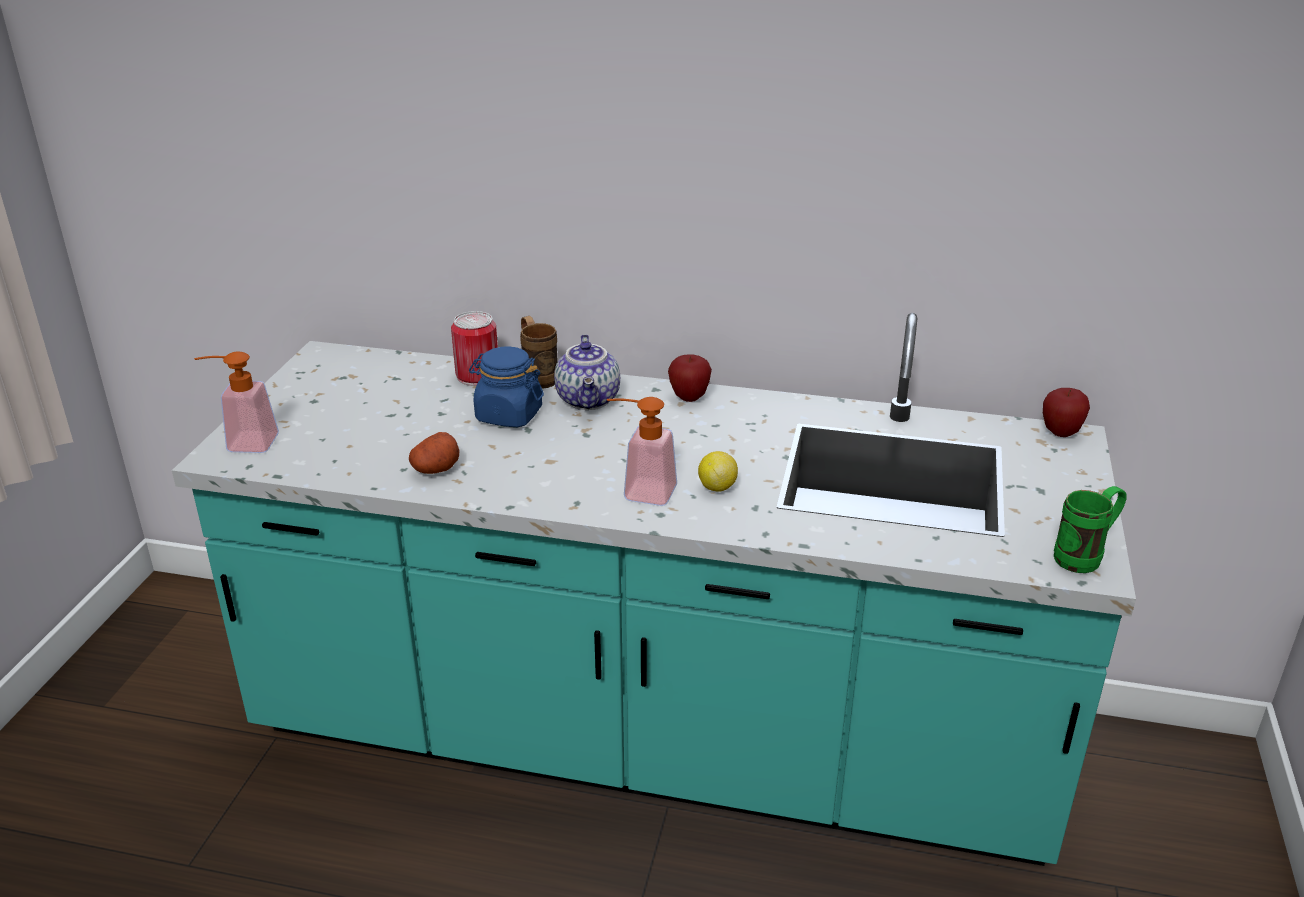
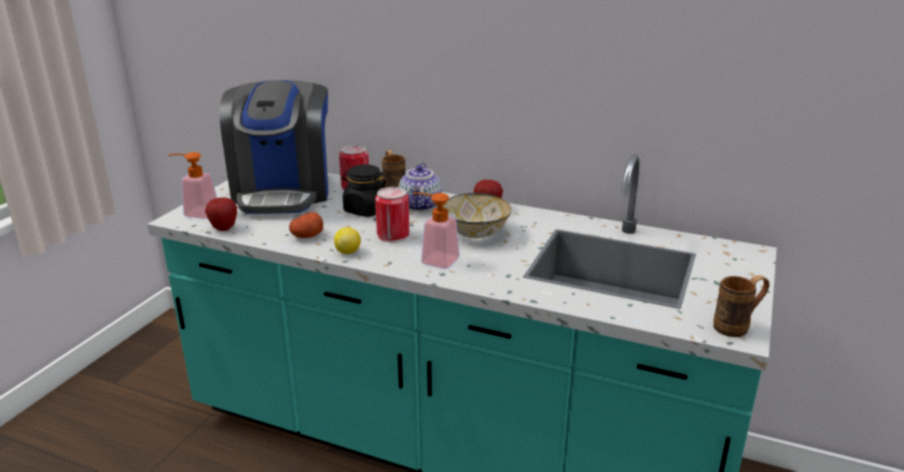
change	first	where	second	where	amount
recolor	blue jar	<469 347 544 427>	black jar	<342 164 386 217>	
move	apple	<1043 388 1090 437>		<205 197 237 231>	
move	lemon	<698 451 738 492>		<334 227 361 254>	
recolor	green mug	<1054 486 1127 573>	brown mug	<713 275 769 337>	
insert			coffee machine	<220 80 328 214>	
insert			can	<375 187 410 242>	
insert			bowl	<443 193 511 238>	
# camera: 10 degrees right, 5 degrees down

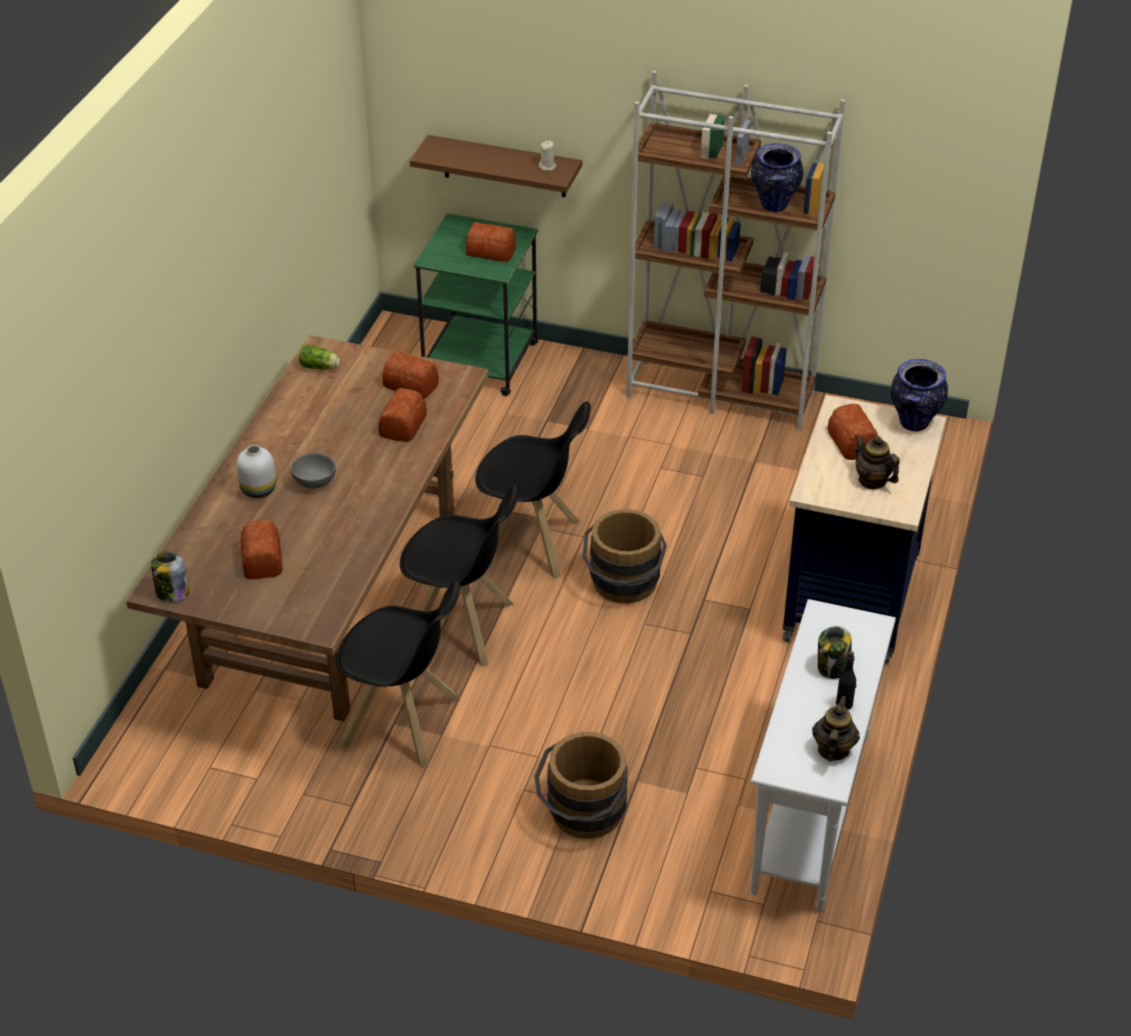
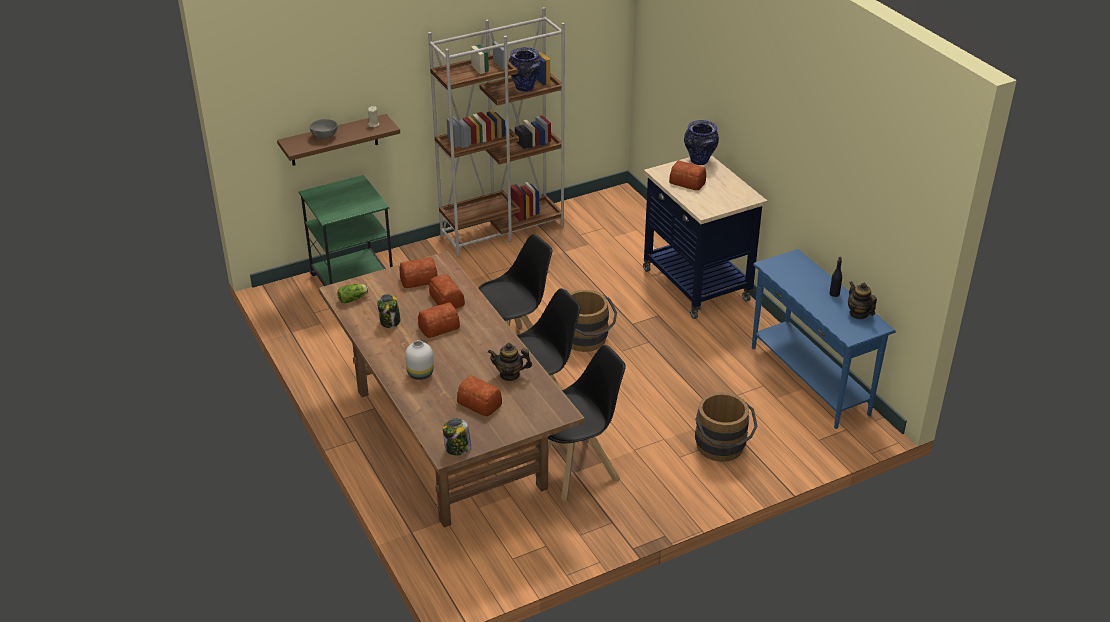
change	first	where	second	where	amount
move	bread	<466 222 516 262>		<418 302 460 338>	
move	teapot	<854 435 900 489>		<488 343 532 381>	
move	grey bowl	<290 453 336 489>		<309 119 338 138>	
recolor	white console table	<751 599 896 911>	blue console table	<752 249 896 429>	
move	jar	<818 626 852 679>		<377 294 400 328>	
# camera: 45 degrees left, 5 degrees down

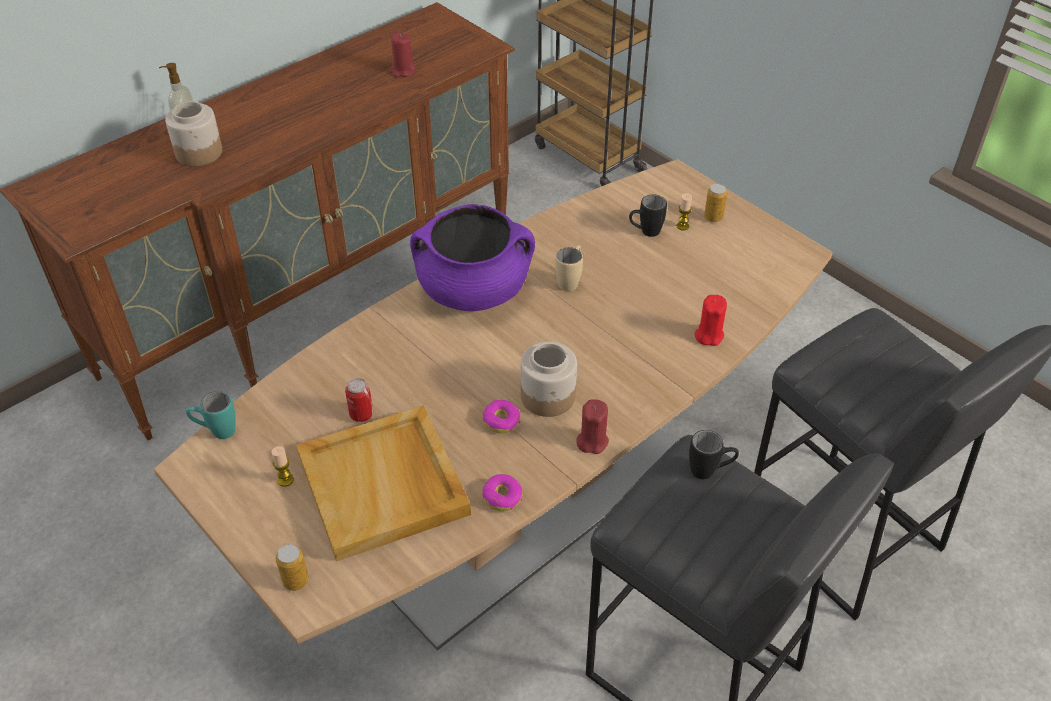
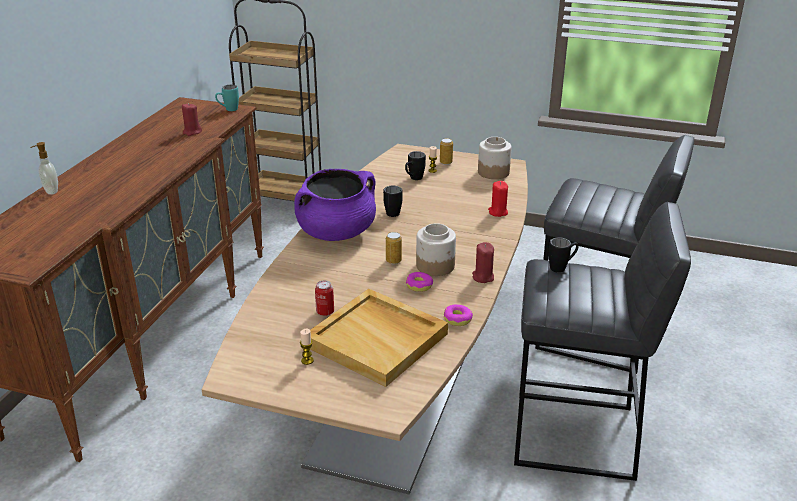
change	first	where	second	where	amount
move	jar	<165 101 222 166>		<478 137 512 179>	
recolor	beige mug	<555 245 583 291>	black mug	<383 185 403 217>	
move	turquoise mug	<186 391 236 439>		<215 85 239 111>	
move	can	<276 544 309 591>		<386 232 402 264>	
# camera: 30 degrees left, 15 degrees down

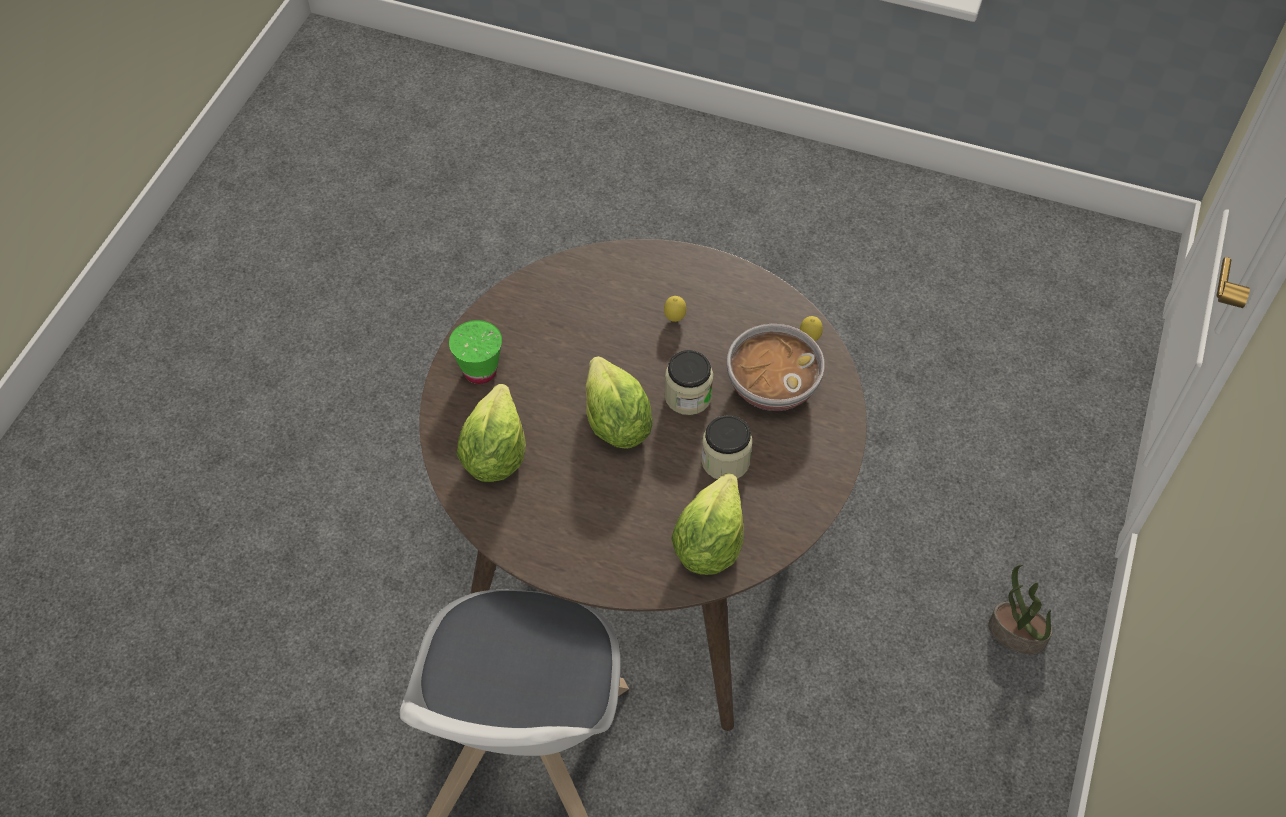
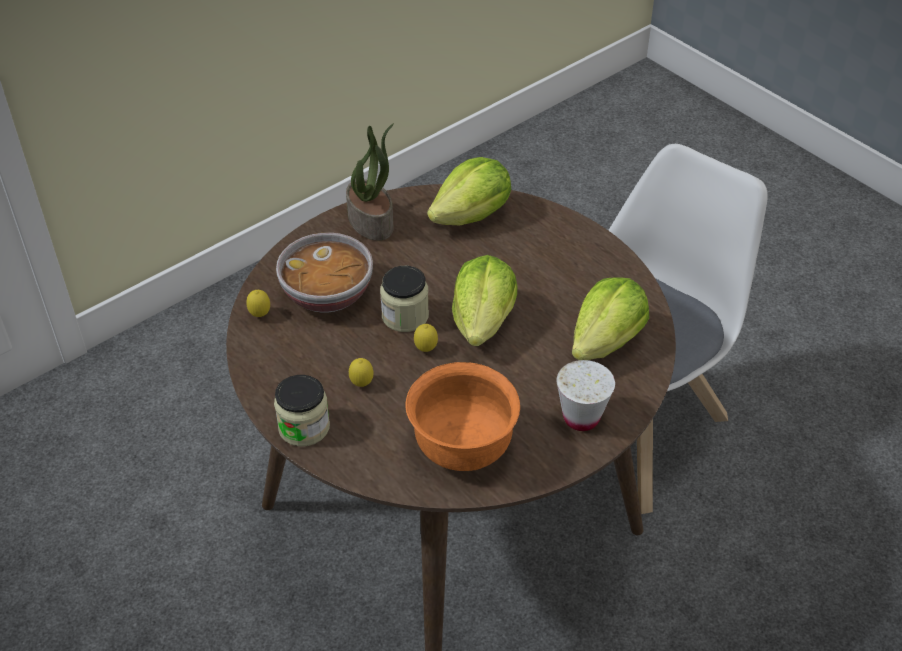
change	first	where	second	where	amount
recolor	green cup	<449 320 502 384>	white cup	<557 360 615 431>	
move	jar	<701 415 752 479>		<274 375 330 446>	
move	potted plant	<988 565 1052 654>		<346 123 394 241>	
insert			lemon	<414 324 438 352>	
insert			orange bowl	<406 362 520 471>	
# camera: 150 degrees left, 10 degrees down

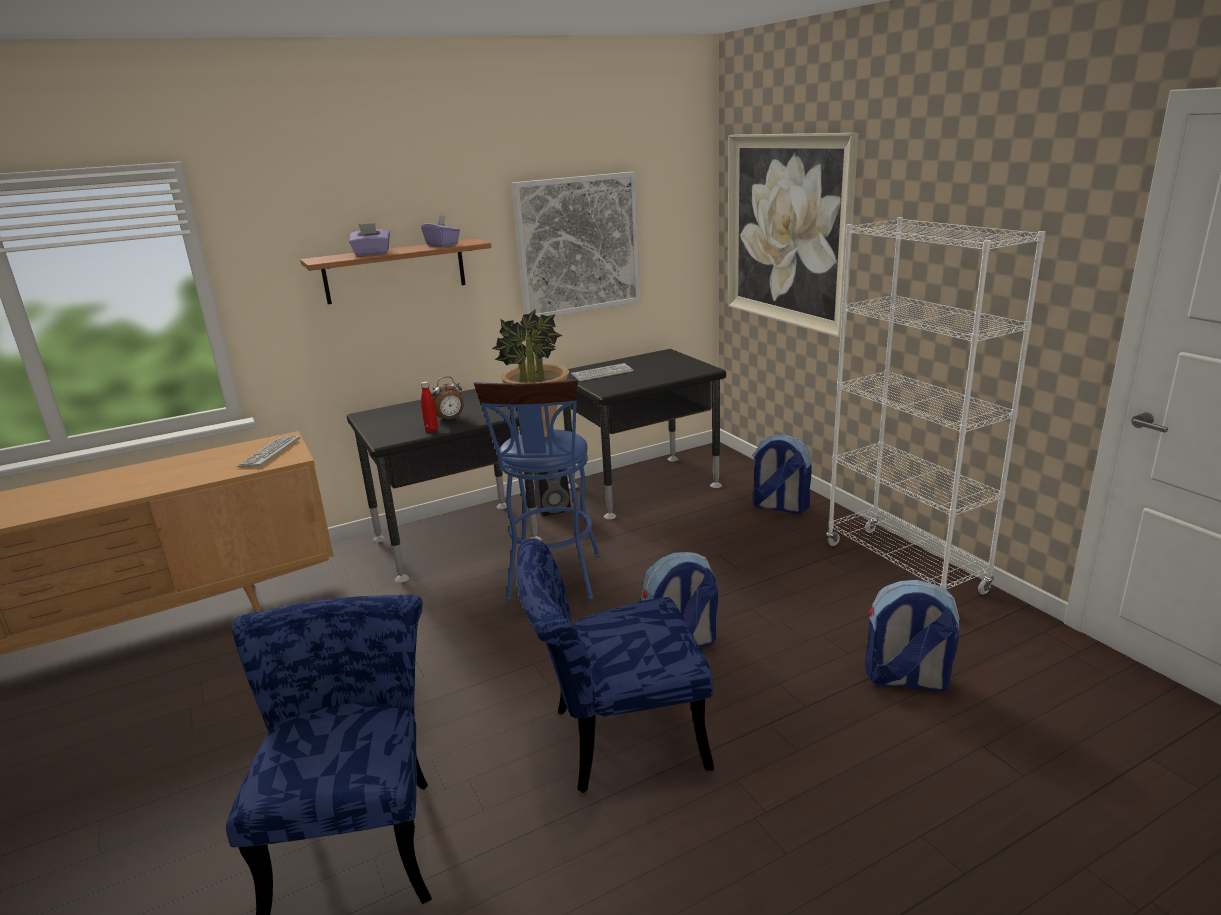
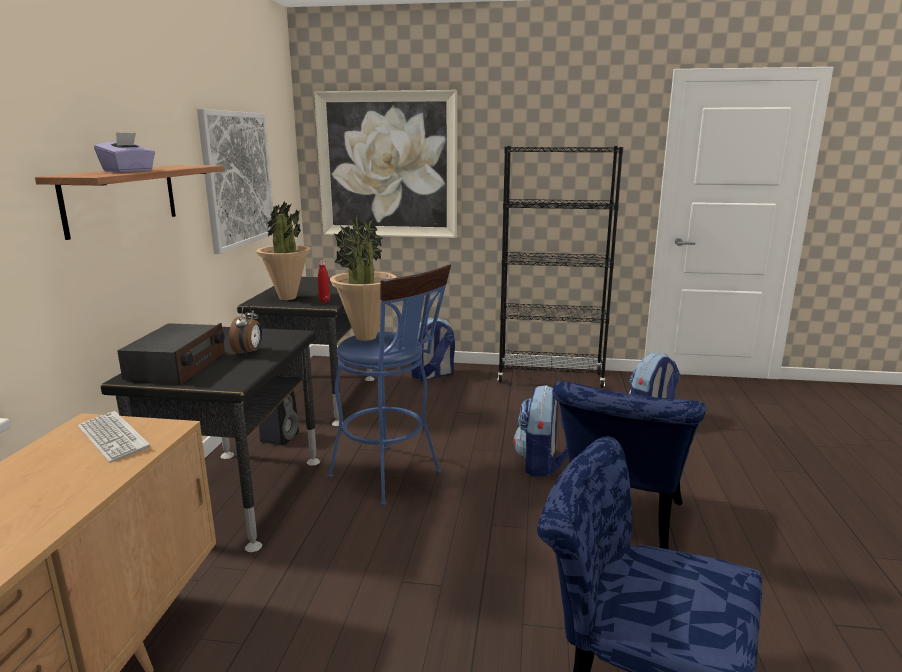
change	first	where	second	where	amount
delete	purple tissue box	<421 215 460 247>			
recolor	white bookcase	<827 217 1046 595>	black bookcase	<498 146 623 388>	
replace	keyboard	<571 363 634 381>	potted plant	<256 201 311 300>	
move	red bottle	<421 381 438 432>		<318 260 330 302>	
insert			radio	<117 323 225 385>	
# camera: 55 degrees left, 5 degrees down

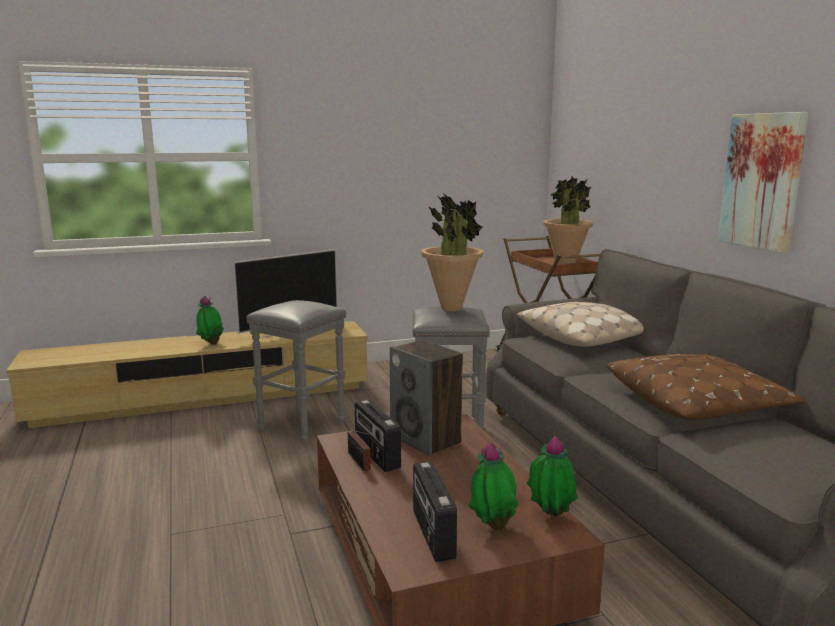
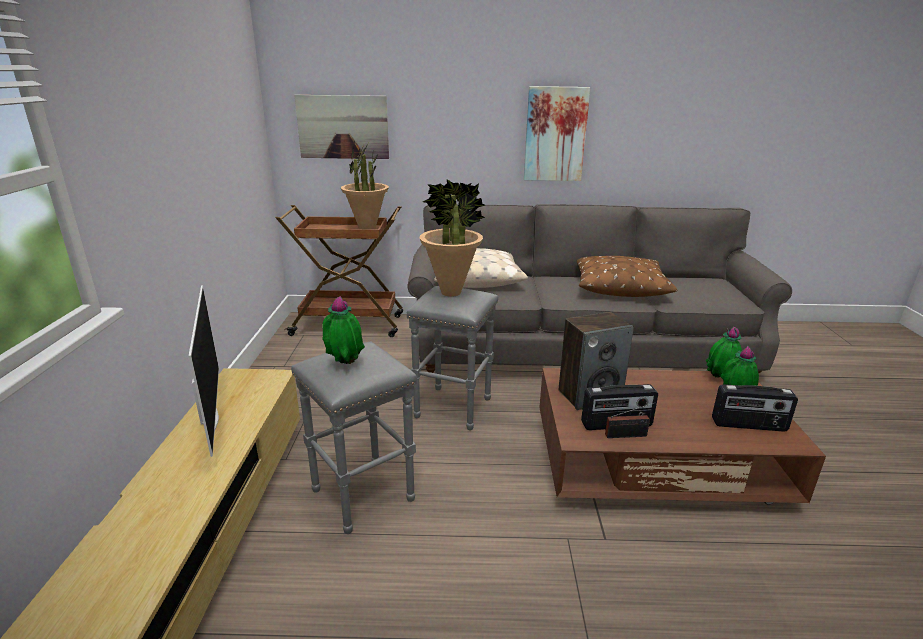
change	first	where	second	where	amount
move	potted plant	<196 296 224 345>		<322 296 365 364>	
insert			picture	<294 95 389 159>	
# camera: 70 degrees left, 10 degrees up

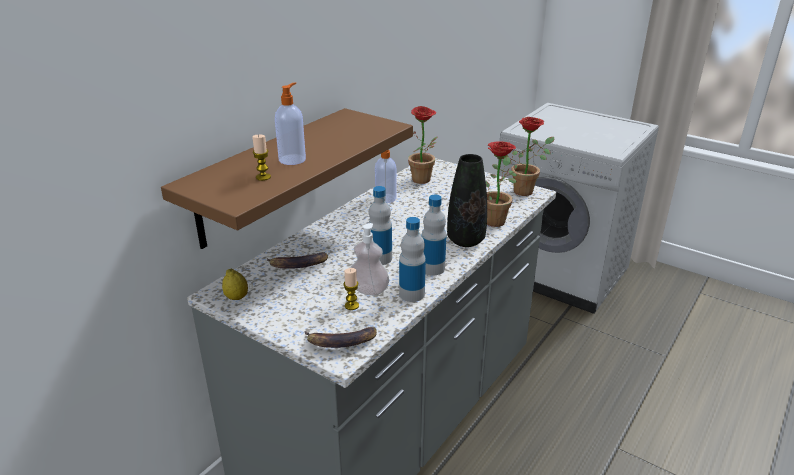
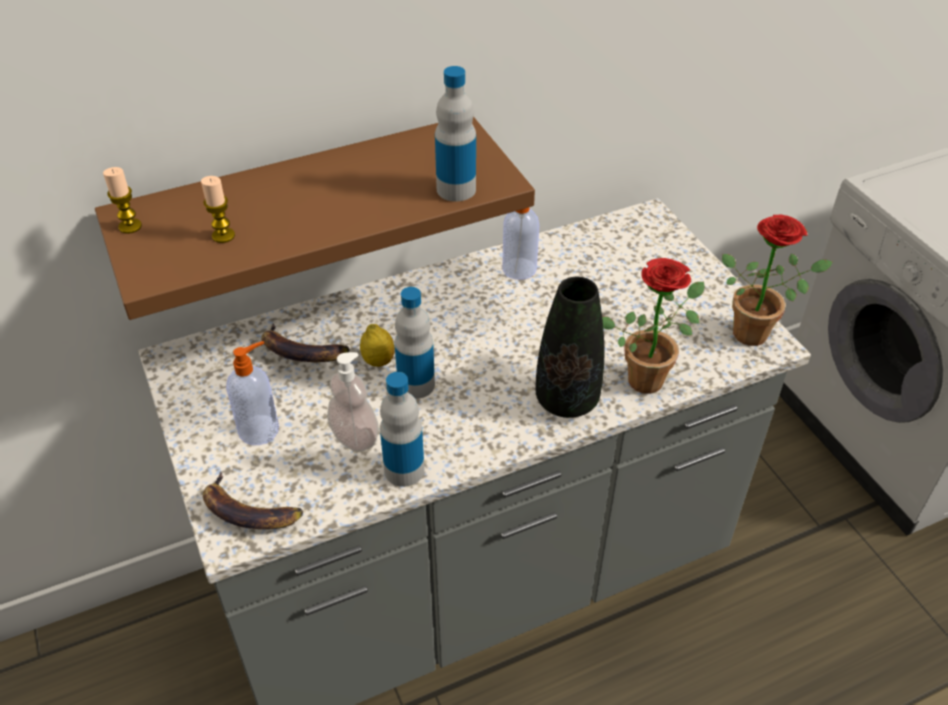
change	first	where	second	where	amount
move	soap dispenser	<275 82 306 165>		<226 341 279 445>	
delete	potted plant	<408 106 437 184>			
move	bottle	<422 195 447 275>		<435 66 476 202>	
move	candle	<343 268 359 310>		<103 167 142 234>	
move	lemon	<222 269 248 300>		<360 324 395 367>	
# camera: 30 degrees right, 15 degrees up

